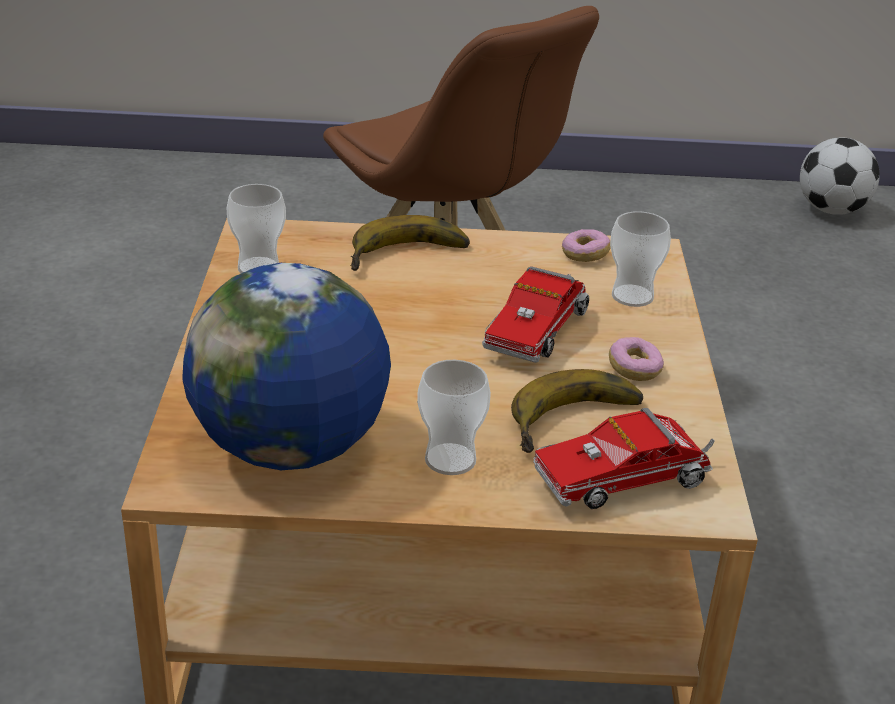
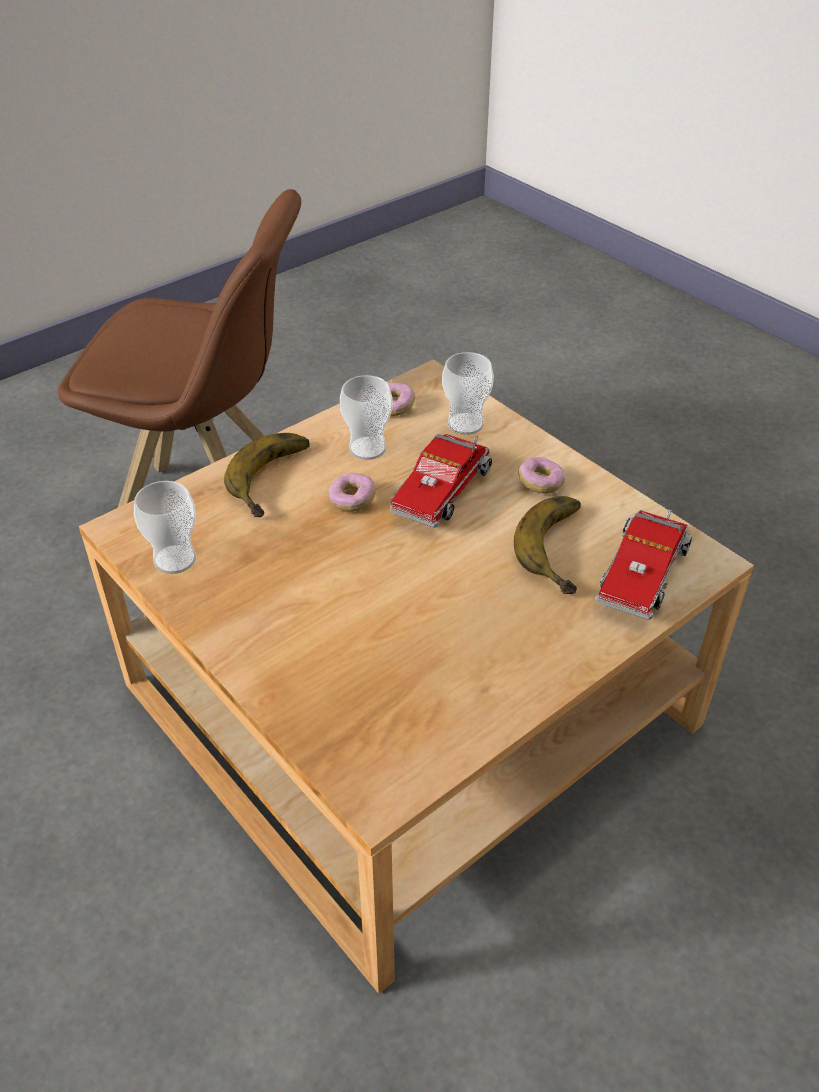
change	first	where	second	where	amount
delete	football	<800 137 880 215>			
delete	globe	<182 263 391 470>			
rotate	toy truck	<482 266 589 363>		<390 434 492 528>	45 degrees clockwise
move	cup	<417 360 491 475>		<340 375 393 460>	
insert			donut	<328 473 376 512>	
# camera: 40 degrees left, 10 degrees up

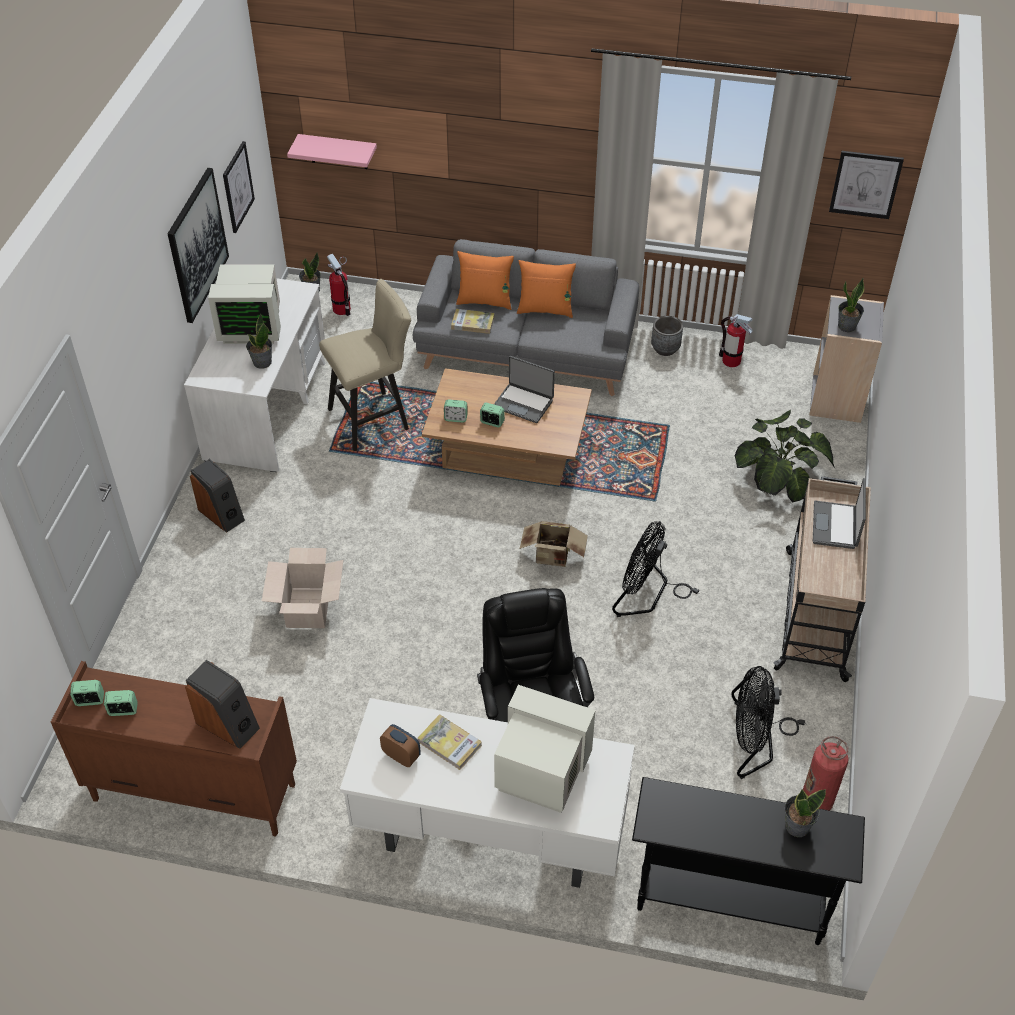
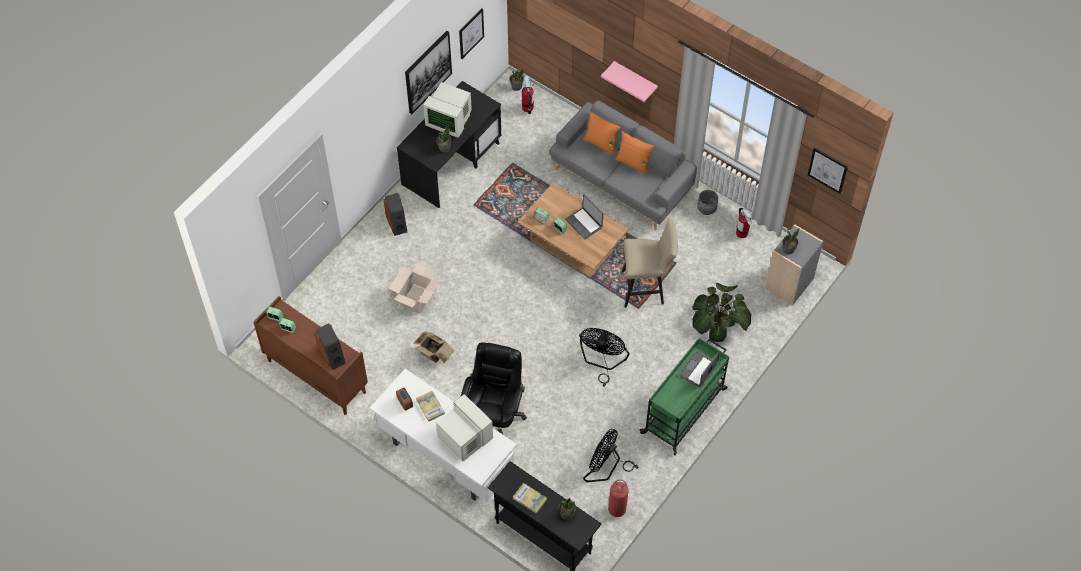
change	first	where	second	where	amount
move	pink shelf	<287 134 377 169>		<601 61 658 102>	
recolor	white desk	<184 278 325 472>	black desk	<397 81 501 208>	
move	beige stool	<319 279 411 451>		<622 219 678 308>	
move	book	<451 309 495 334>		<513 483 547 514>	
recolor	beige cart	<773 476 871 682>	green cart	<639 338 729 455>	
move	cardboard box	<520 521 588 567>		<413 331 455 363>	
rotate	black fan	<612 521 700 617>		<579 328 629 387>	60 degrees clockwise
# camera: 25 degrees right, 10 degrees up

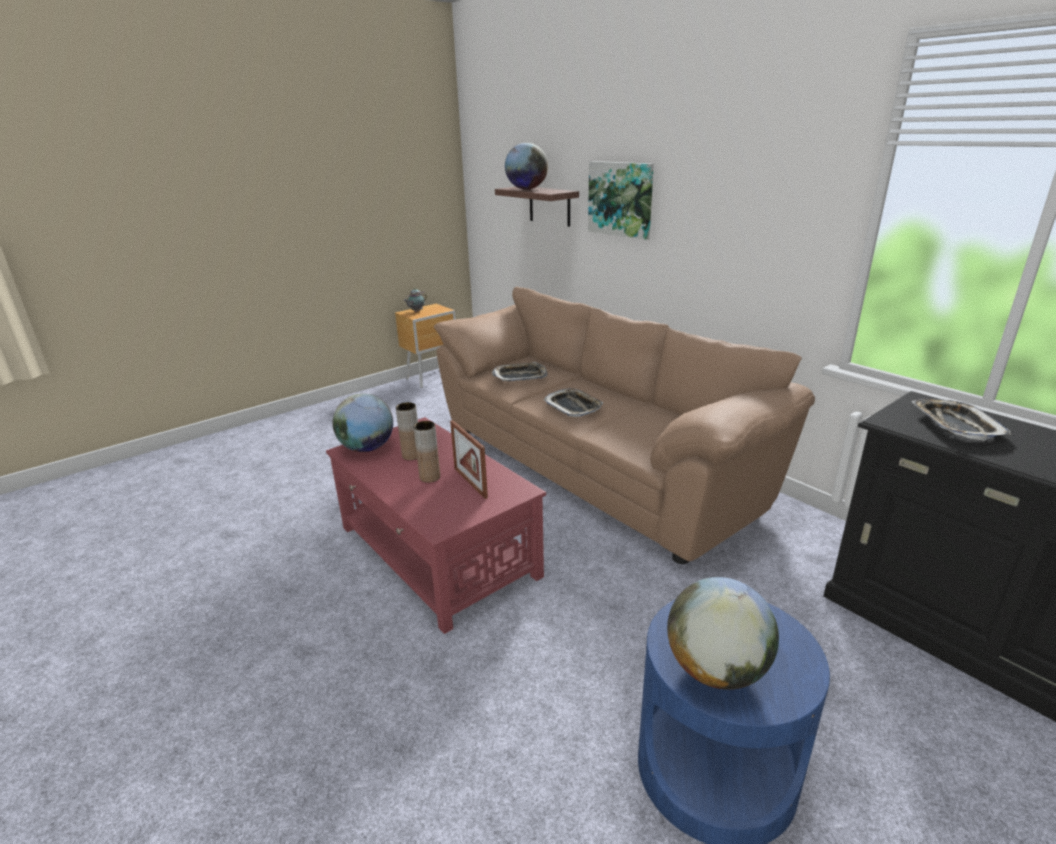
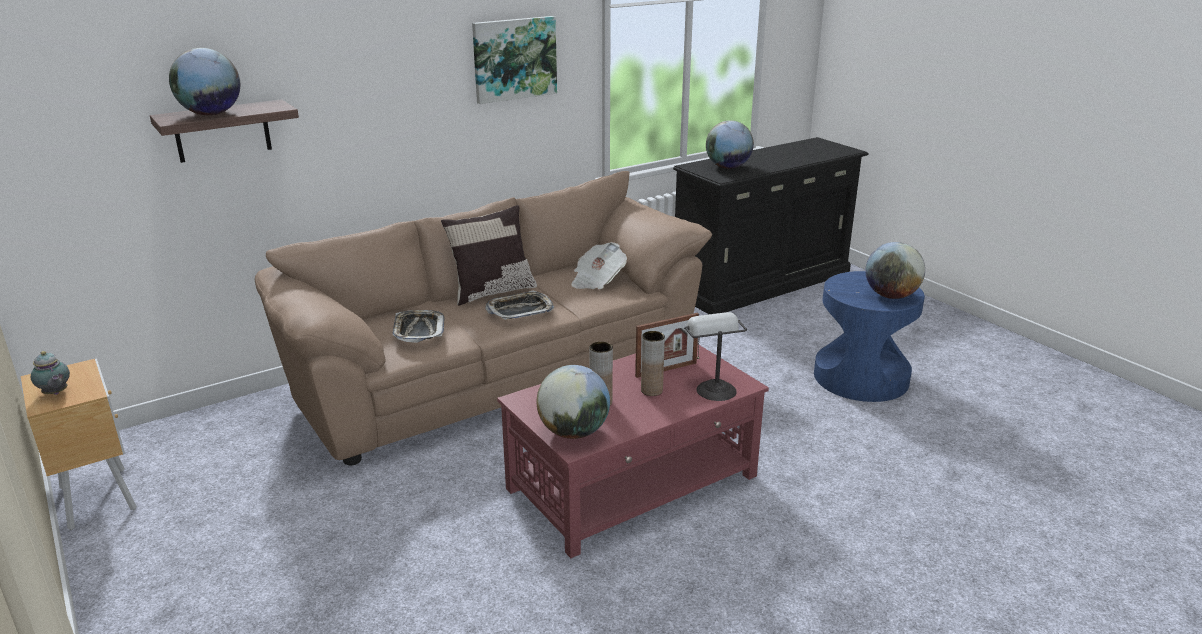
change	first	where	second	where	amount
move	picture	<588 161 654 240>		<472 16 557 104>	
replace	tray	<912 399 1011 441>	globe	<706 120 754 169>	
insert			pillow	<441 205 537 306>	
insert			newspaper	<571 242 627 289>	
insert			table lamp	<684 312 747 401>	
# camera: 85 degrees left, 0 degrees up

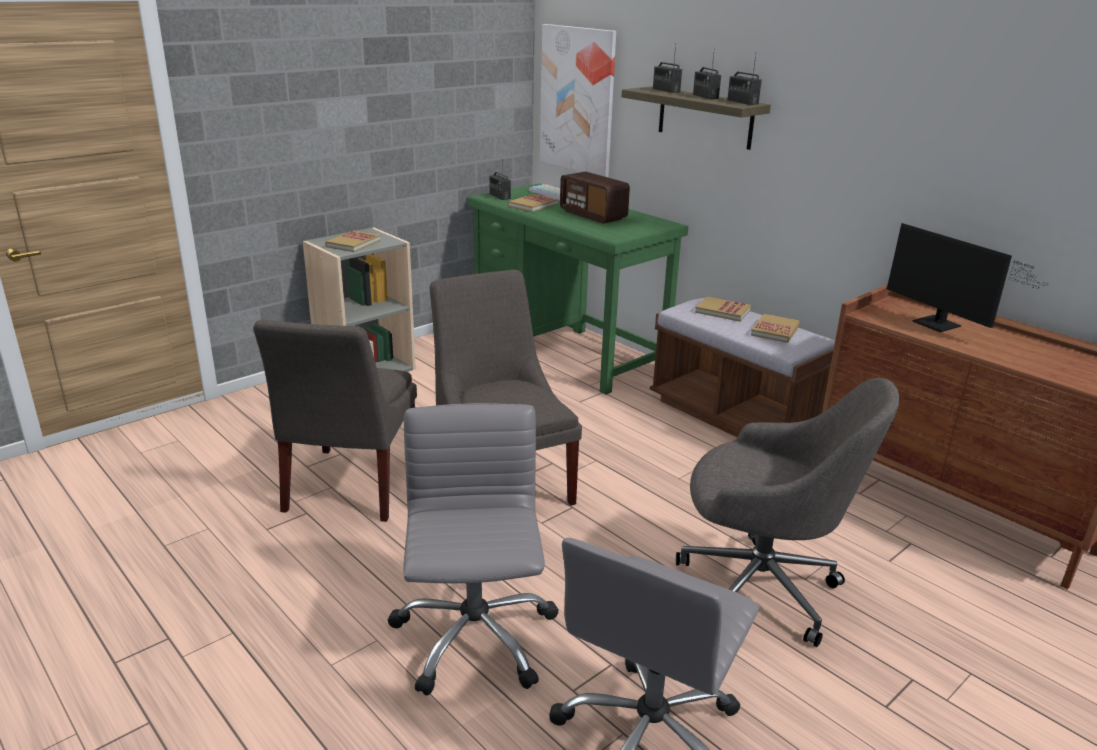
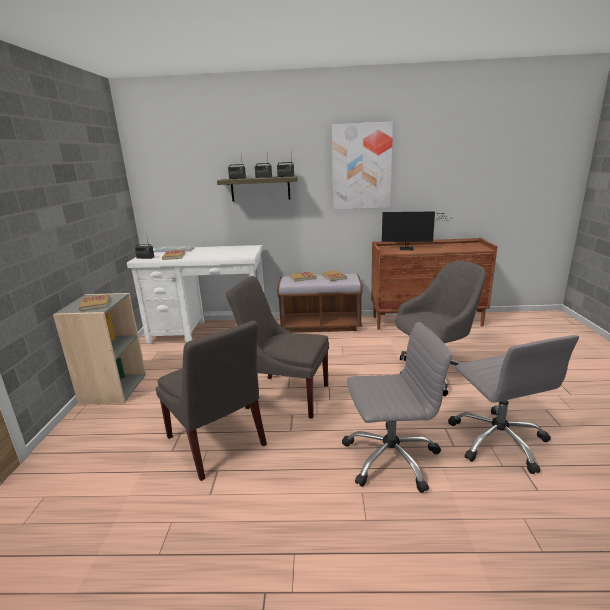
change	first	where	second	where	amount
move	picture	<540 24 616 177>		<332 122 393 210>	
delete	radio	<560 172 630 224>			
recolor	green desk	<468 184 688 394>	white desk	<127 245 264 344>	
rotate	grey office chair	<388 403 559 696>		<342 322 452 493>	135 degrees clockwise
# camera: 45 degrees left, 5 degrees down

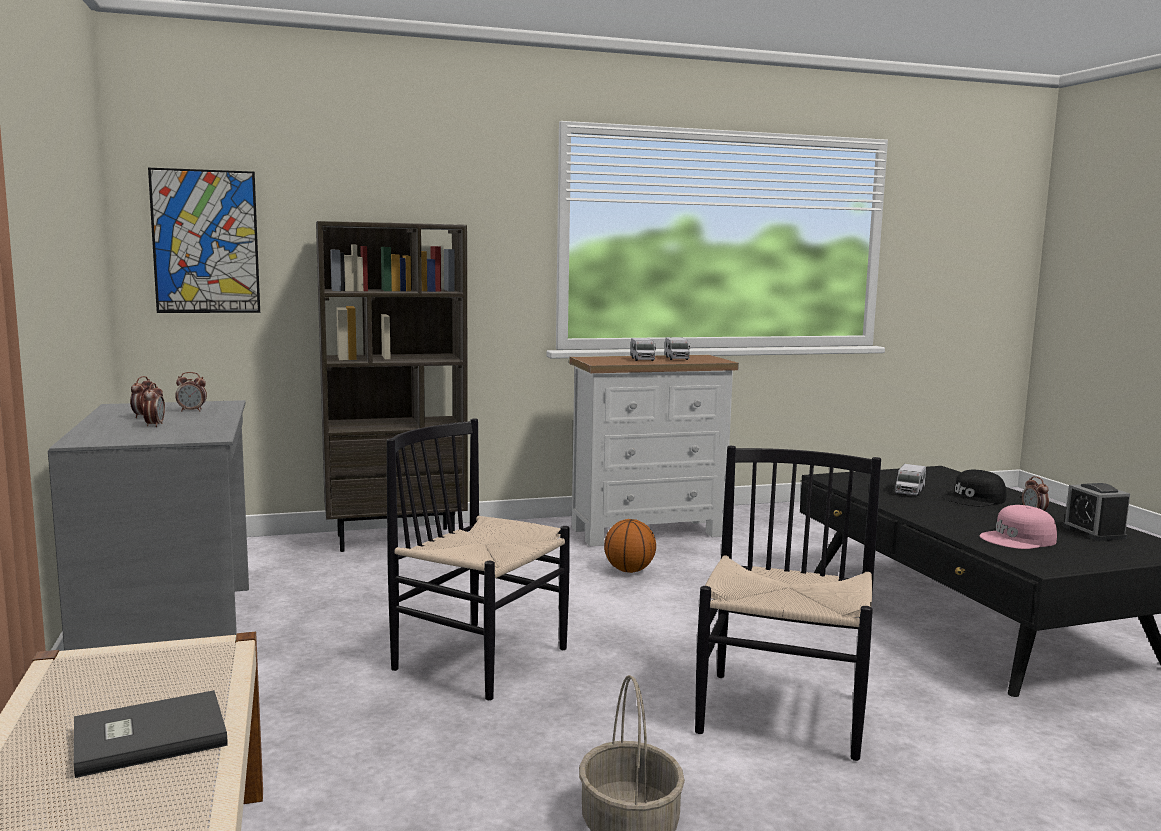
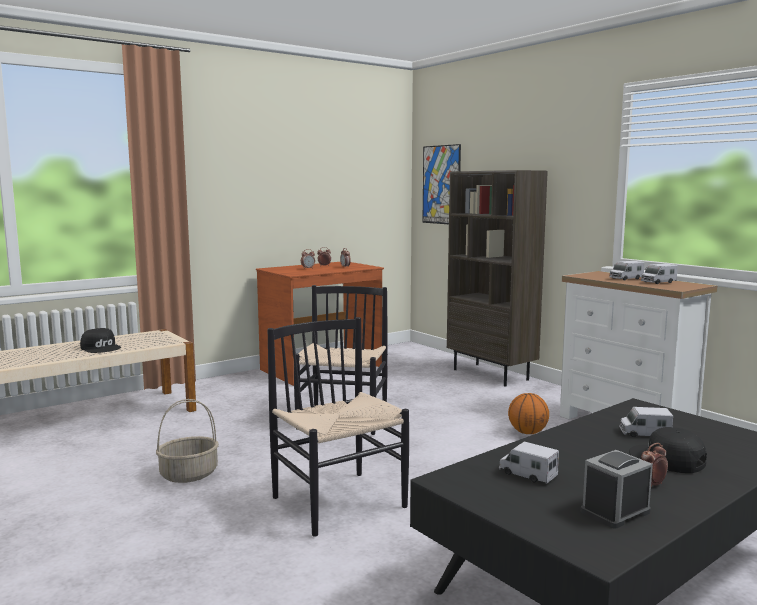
change	first	where	second	where	amount
recolor	grey desk	<48 400 249 688>	brown desk	<256 262 384 386>	
rotate	black chair	<695 446 881 761>		<268 317 409 537>	120 degrees counterclockwise
replace	pink cap	<979 505 1057 549>	toy truck	<499 441 559 484>	
replace	grey book	<74 690 228 778>	black cap	<80 328 121 353>	
# camera: 70 degrees right, 0 degrees up

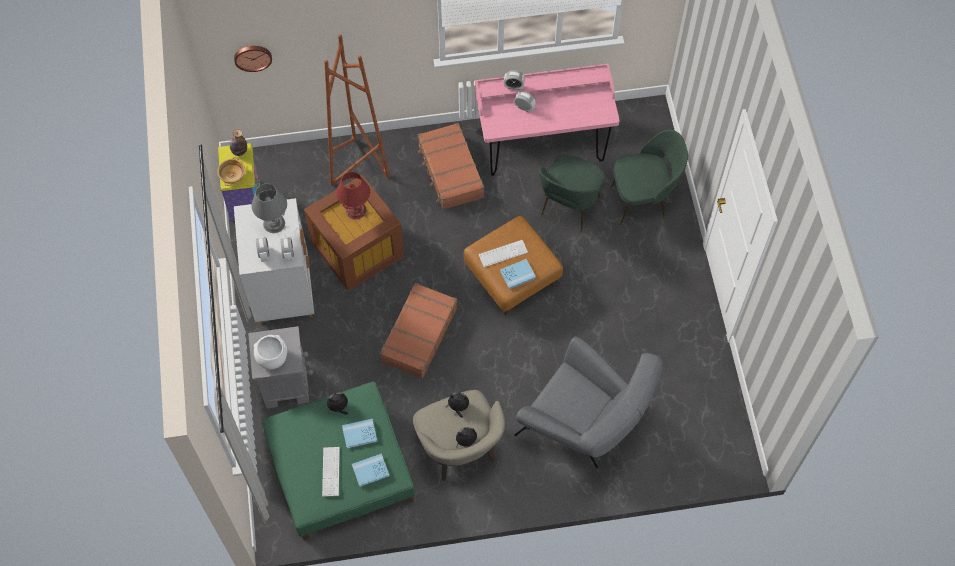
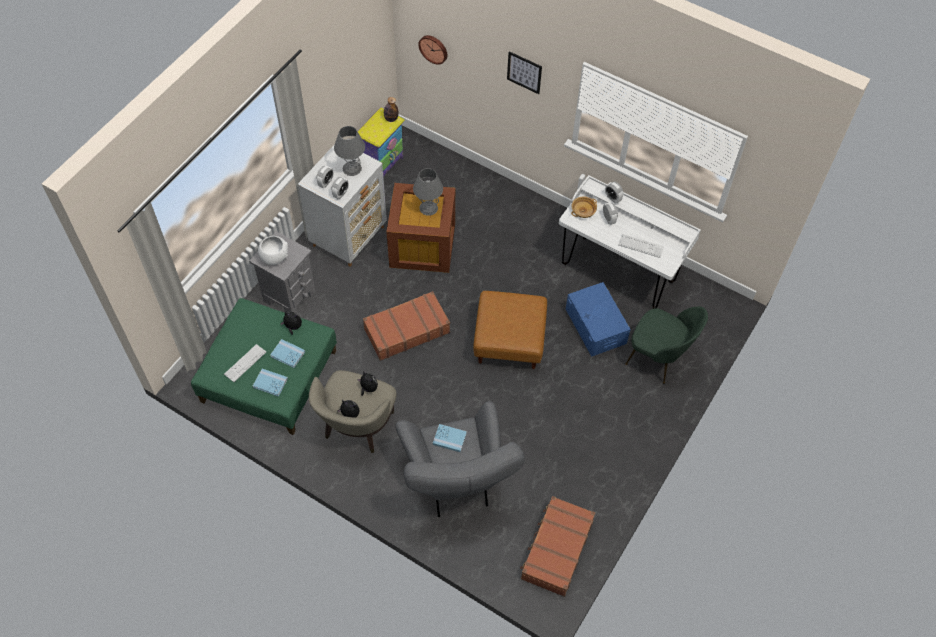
change	first	where	second	where	amount
delete	brown clothes rack	<324 34 390 186>			
recolor	pink desk	<475 64 619 176>	white desk	<559 175 701 309>	
move	brown suitcase	<417 123 484 210>		<520 496 595 597>	
replace	green chair	<539 155 605 232>	blue storage box	<566 282 631 357>	
move	beige bowl	<217 157 245 186>		<571 196 597 218>	
recolor	red table lamp	<336 172 370 219>	grey table lamp	<413 168 443 216>	
move	keyboard	<478 240 528 267>		<618 234 664 258>	
move	blue book	<500 259 536 289>		<433 424 467 452>	
insert			picture	<507 51 542 94>	
# camera: 40 degrees right, 5 degrees down

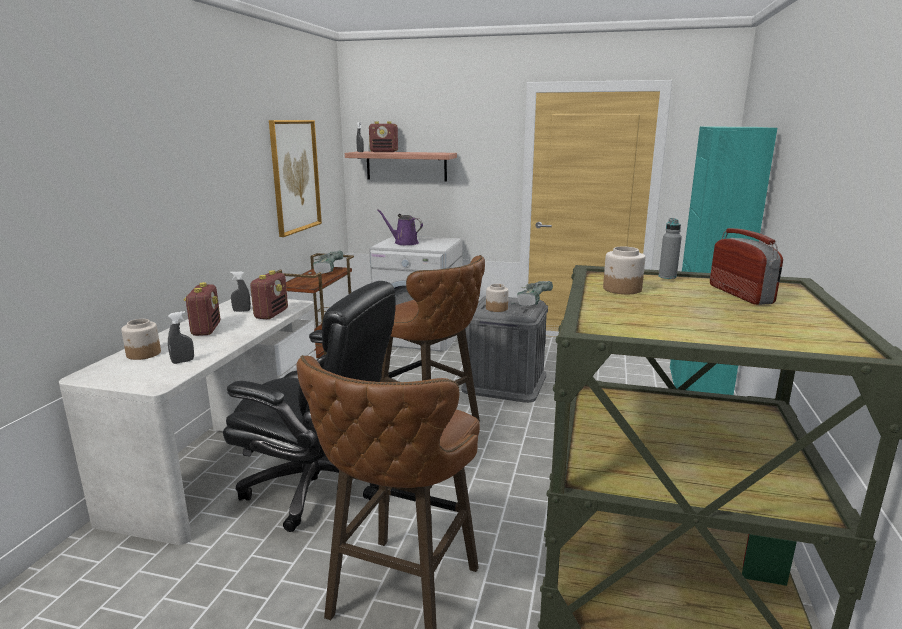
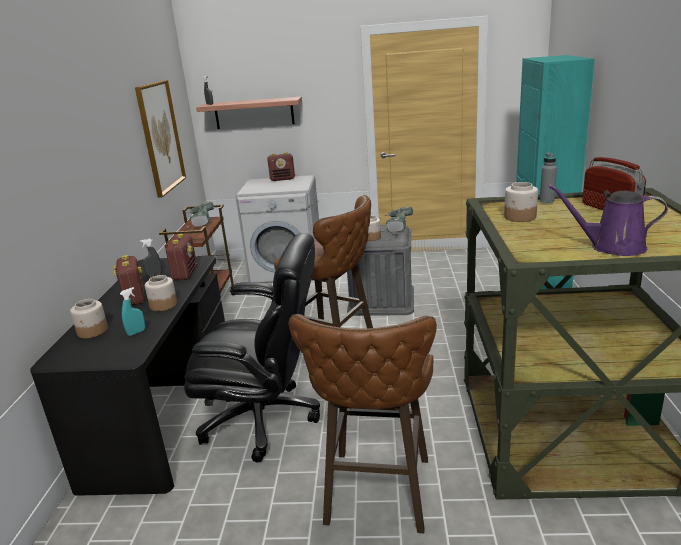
change	first	where	second	where	amount
move	radio	<369 121 398 152>		<267 152 295 181>	
move	purple watering can	<377 209 423 245>		<548 184 668 256>	
recolor	white desk	<59 296 317 545>	black desk	<30 256 225 496>	
recolor	grey spray bottle	<168 311 194 364>	turquoise spray bottle	<120 287 145 336>	
insert			jar	<145 275 177 311>	
# camera: 10 degrees left, 5 degrees up

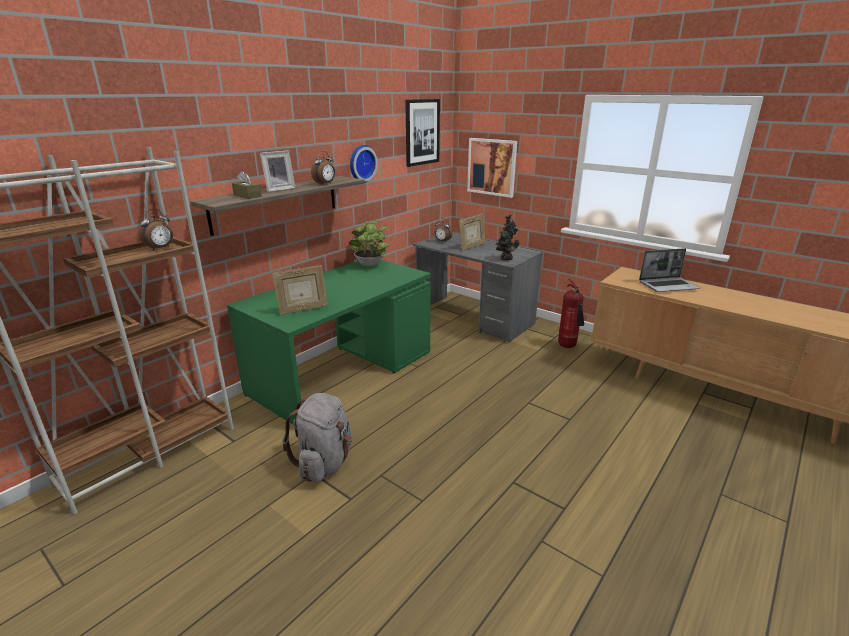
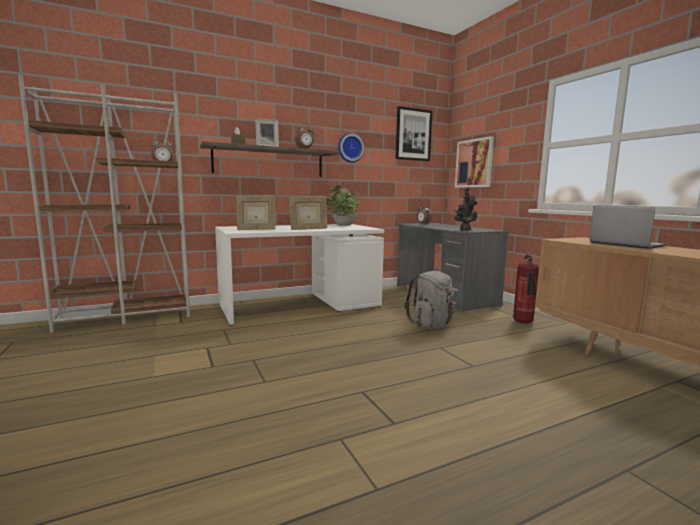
change	first	where	second	where	amount
move	picture frame	<459 214 485 251>		<289 196 328 230>	
rotate	laptop	<639 248 700 292>		<589 205 667 249>	135 degrees counterclockwise
recolor	green desk	<227 260 431 424>	white desk	<215 224 384 326>	
move	grey backpack	<283 393 353 482>		<404 271 456 329>	
# camera: 25 degrees right, 15 degrees down

